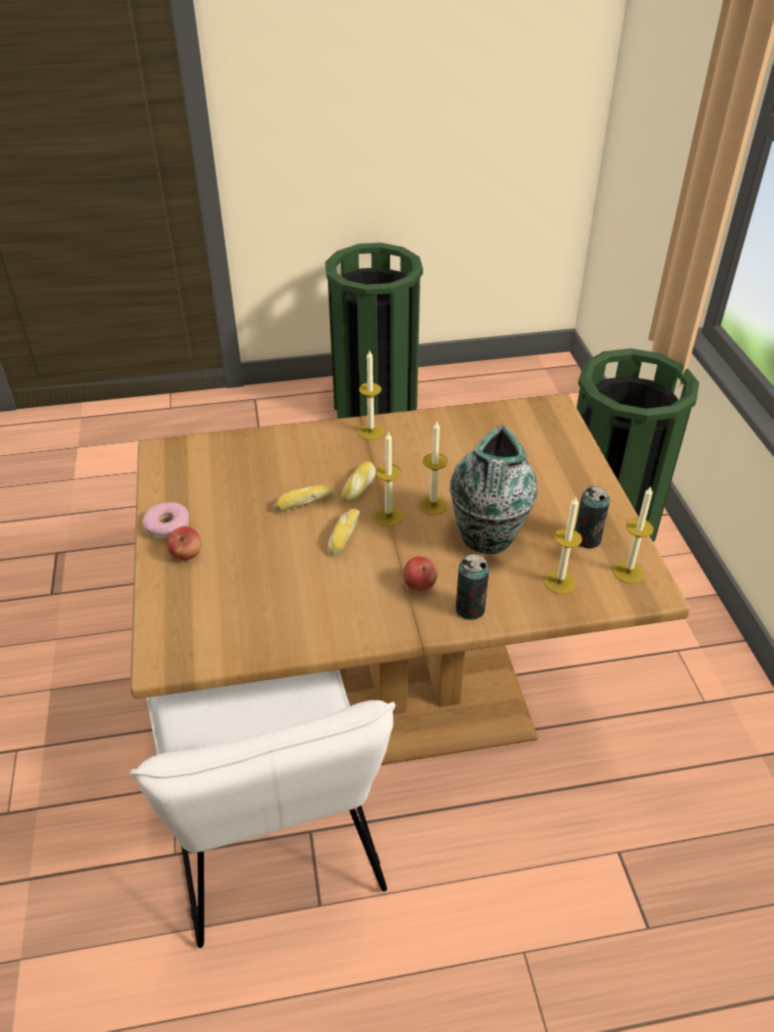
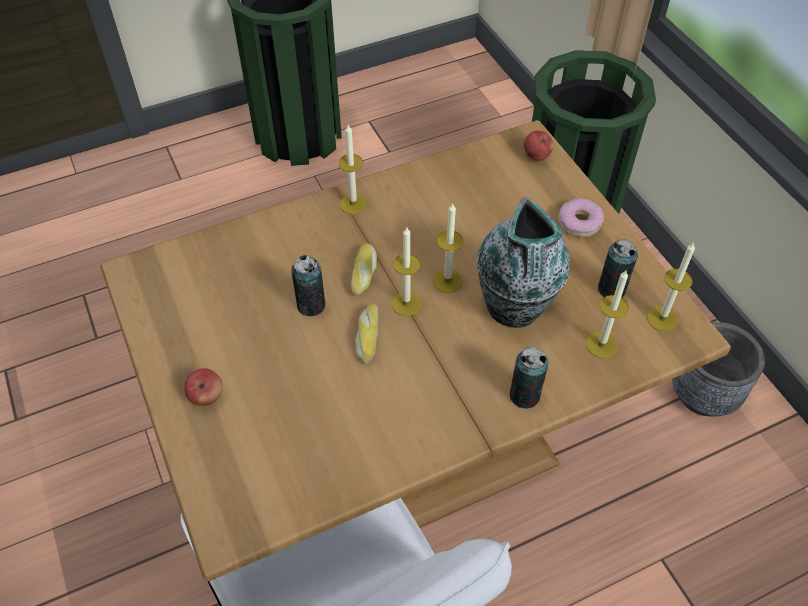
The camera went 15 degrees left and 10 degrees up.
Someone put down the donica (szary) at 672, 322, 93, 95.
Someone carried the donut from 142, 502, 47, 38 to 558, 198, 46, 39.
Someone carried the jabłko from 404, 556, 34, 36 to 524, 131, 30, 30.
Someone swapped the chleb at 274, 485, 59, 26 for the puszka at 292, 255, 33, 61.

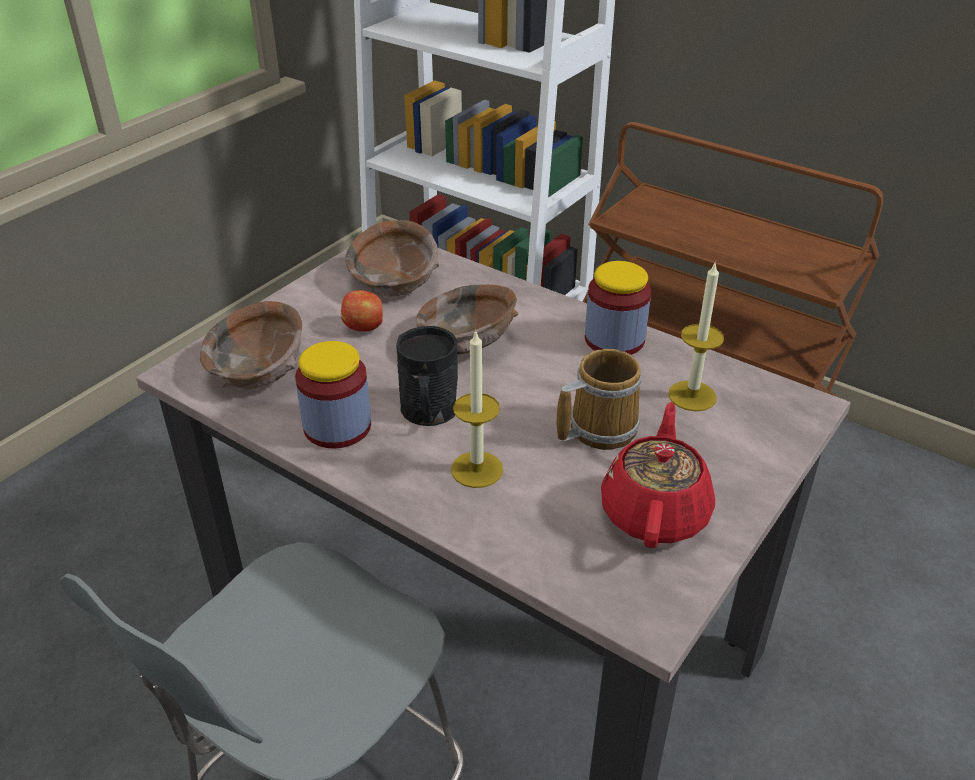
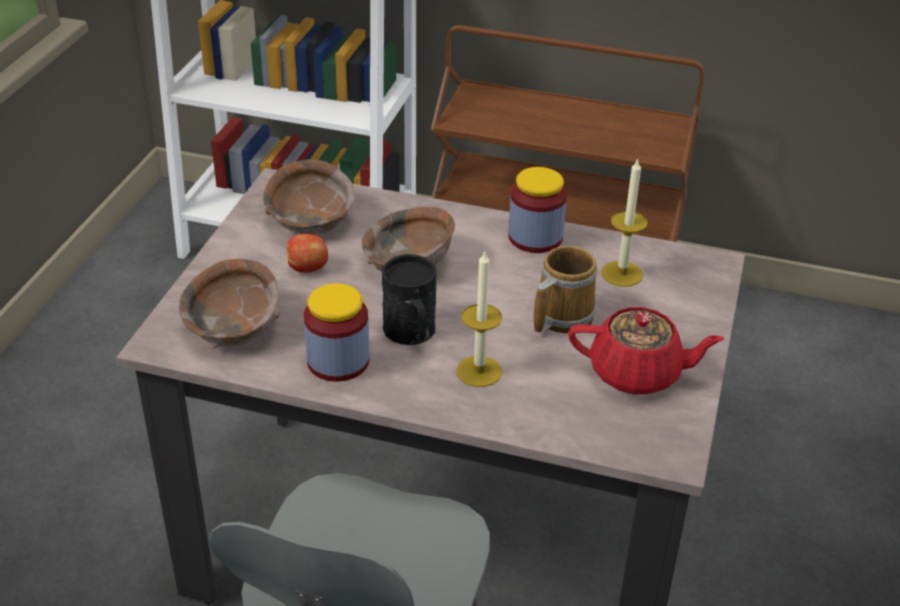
The camera went 20 degrees left and 0 degrees up.
Someone rotated the imbryk (czerwony) at 601, 402, 114, 146 by 105 degrees clockwise.

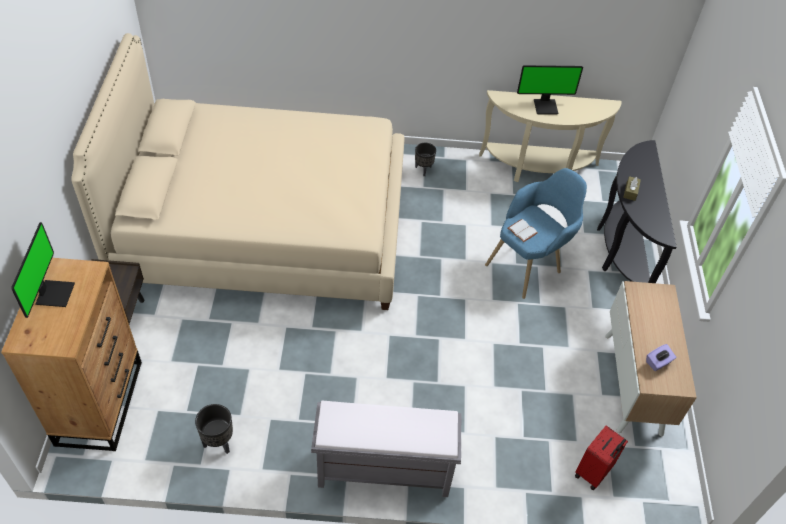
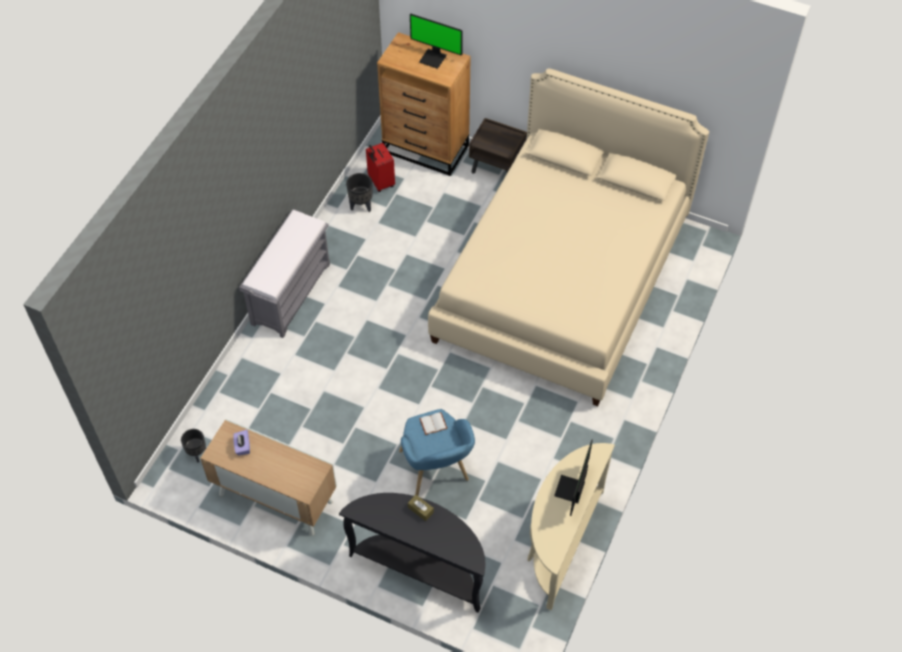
The camera went 115 degrees right and 5 degrees up.
Someone carried the donica (czarny) from 415, 142, 21, 34 to 181, 429, 25, 34.
Someone carried the walizka (czerwony) from 575, 426, 53, 65 to 366, 143, 29, 49.

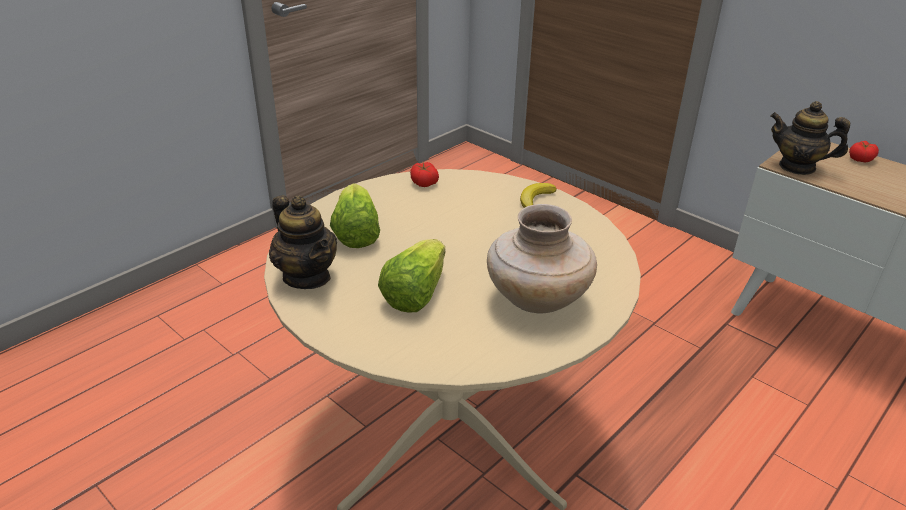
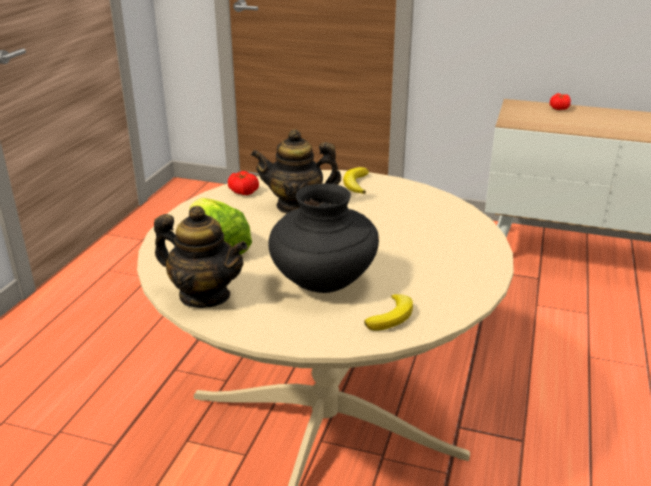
The camera went 25 degrees left and 5 degrees down.
Someone took away the wazon (beżowy) at 487, 204, 110, 109.
Someone put down the banan at 364, 294, 49, 37.
Someone carried the imbryk from 770, 101, 80, 74 to 251, 129, 90, 84.
Someone swapped the sałata at 378, 239, 67, 74 for the wazon (czarny) at 269, 183, 110, 110.

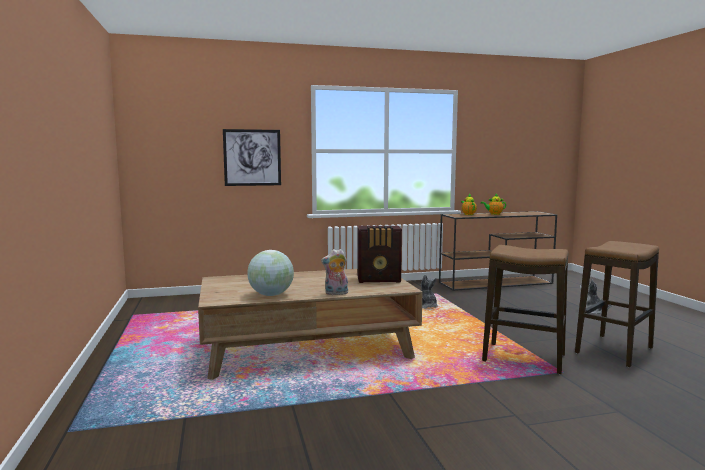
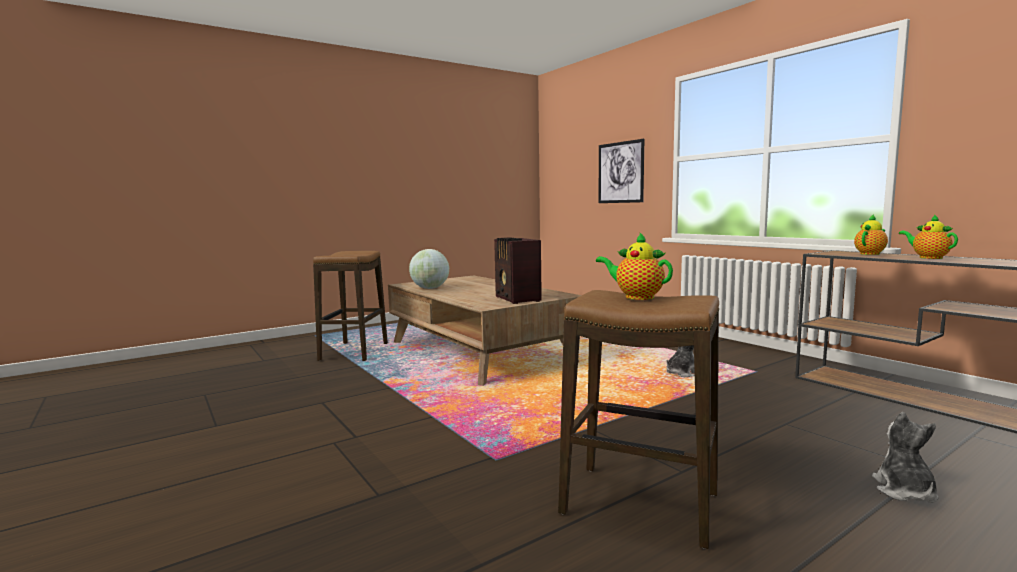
The camera went 70 degrees right and 0 degrees up.
Someone took away the pluszak at 321, 249, 27, 46.
Someone put down the imbryk at 596, 232, 77, 68.
Someone carried the stołek from 482, 245, 87, 129 to 313, 251, 75, 110.

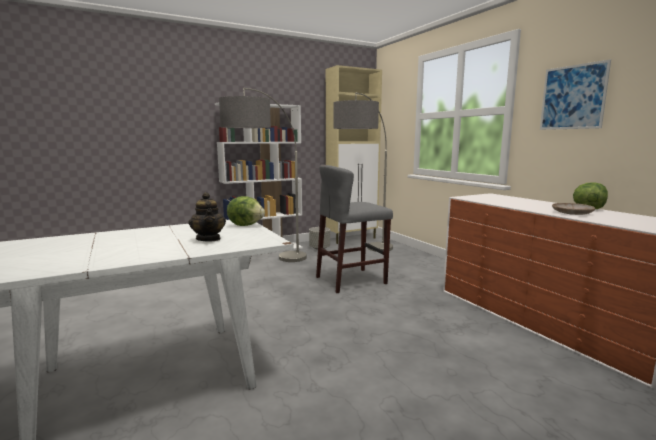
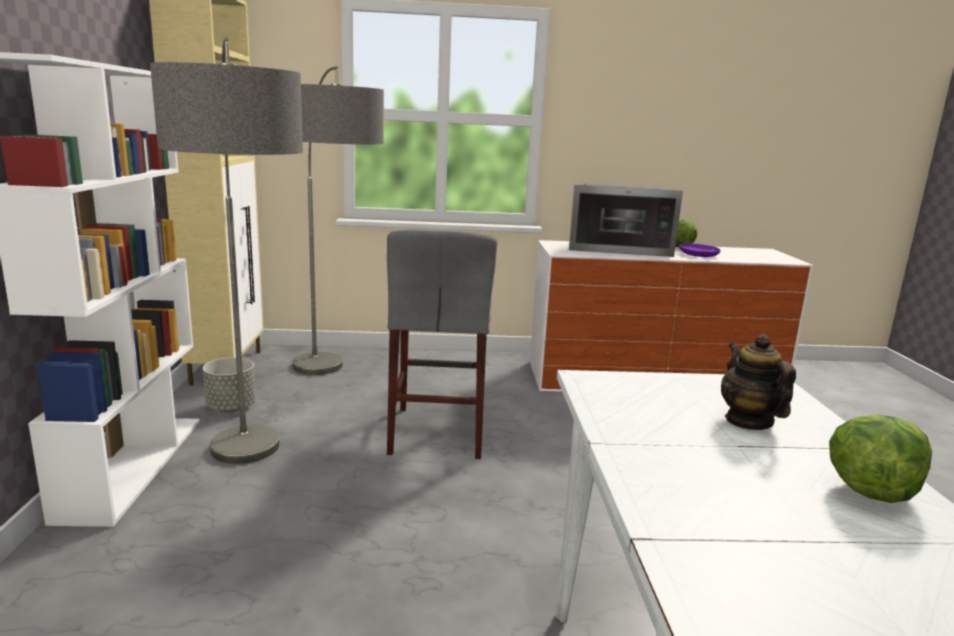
The camera went 65 degrees left and 5 degrees up.
Someone took away the obraz at 540, 59, 71, 71.
Someone put down the mikrofalówka at 569, 183, 114, 74.
Someone carried the sałata from 227, 196, 38, 30 to 829, 414, 103, 89.
Someone repainted the talerz (beżowy) at 552, 203, 43, 12, which became the talerz (fioletowy) at 679, 243, 42, 14.
Someone rotated the imbryk at 189, 192, 37, 50 by 105 degrees counterclockwise.

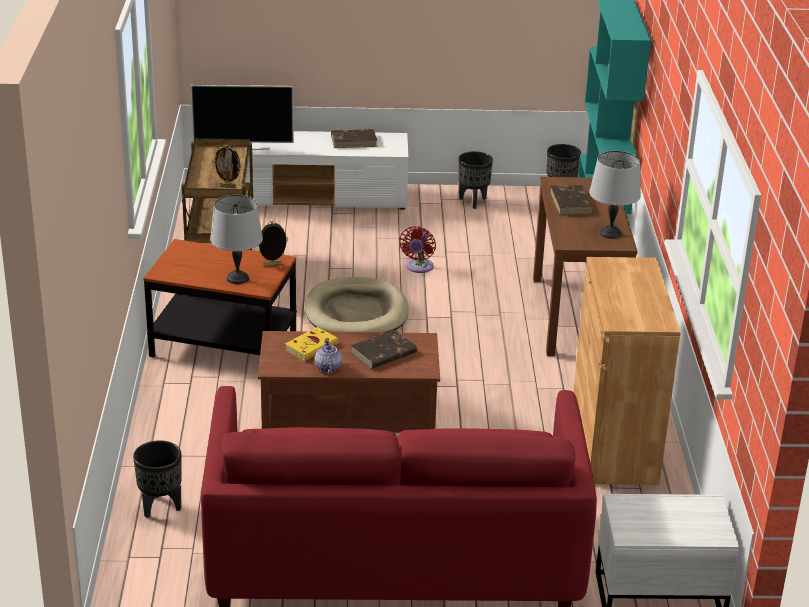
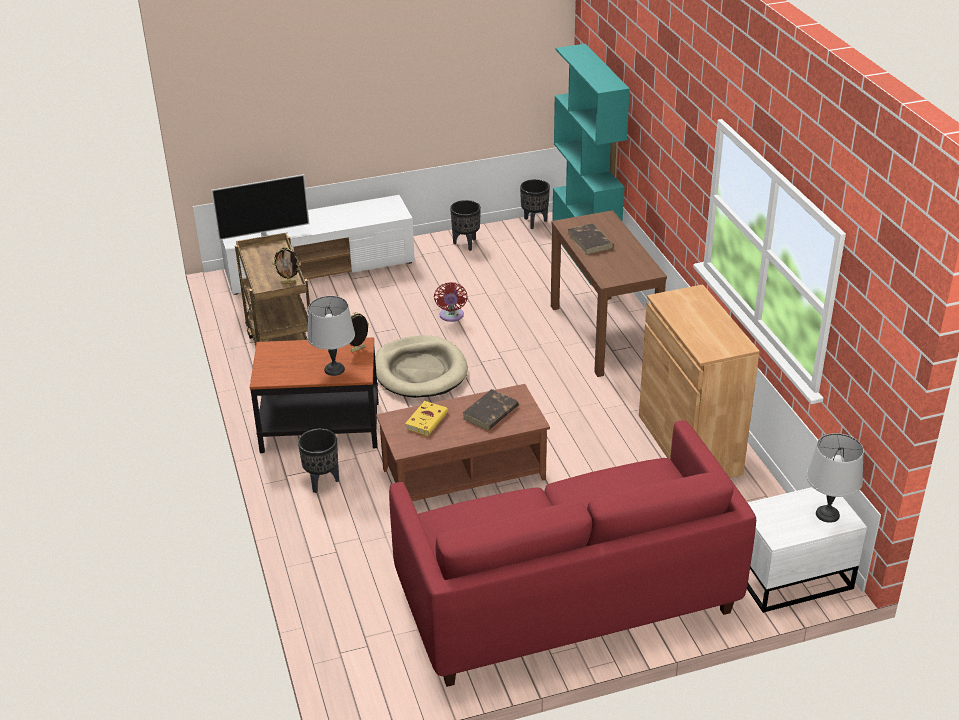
The camera went 15 degrees left and 5 degrees up.
Someone took away the imbryk at 315, 339, 27, 34.
Someone took away the książka (brązowy) at 331, 129, 46, 19.
Someone carried the donica (czarny) from 133, 440, 48, 78 to 298, 429, 41, 64.
Someone carried the lampa stołowa (szary) from 589, 151, 52, 88 to 806, 433, 58, 90.

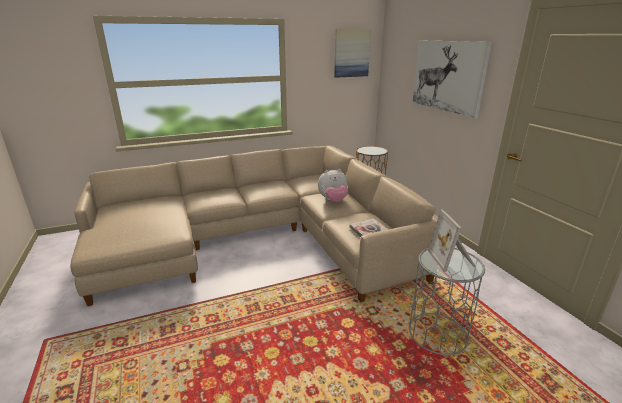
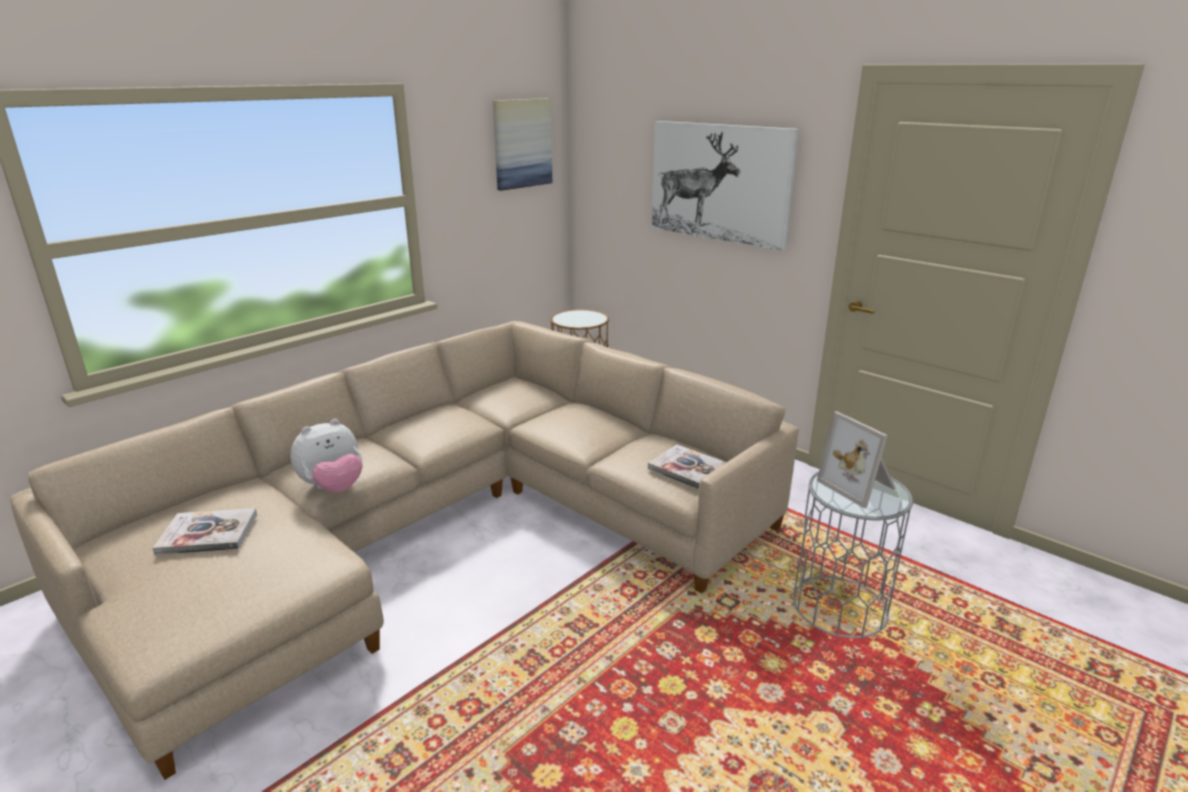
The camera went 25 degrees left and 0 degrees up.
Someone put down the książka at 153, 508, 104, 47.
Someone carried the pluszak from 318, 169, 30, 33 to 290, 419, 72, 74.

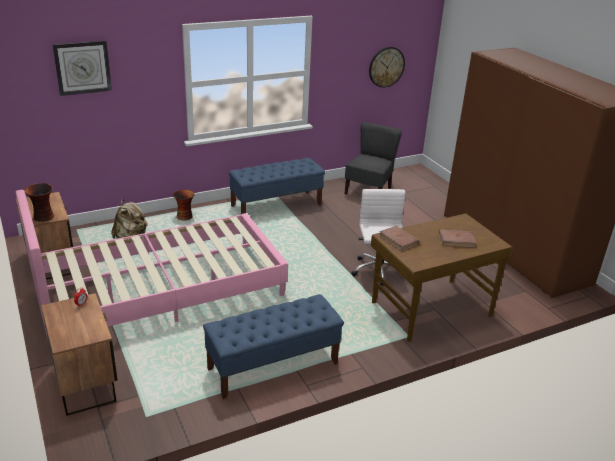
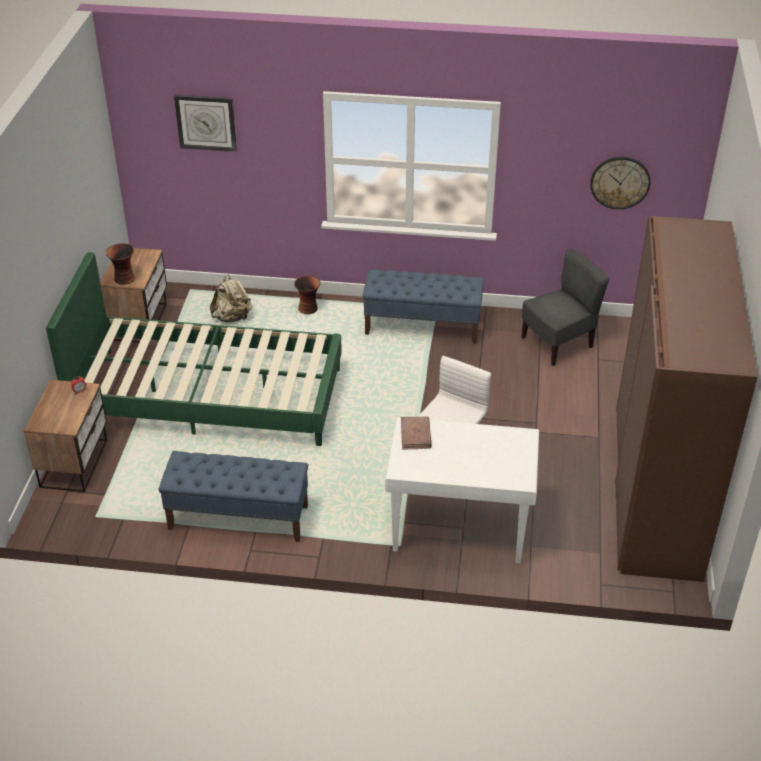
The camera went 35 degrees right and 10 degrees up.
Someone took away the książka (brązowy) at 439, 229, 37, 19.
Someone repainted the łóżko (różowy) at 16, 190, 272, 149, which became the łóżko (zielony) at 46, 252, 296, 194.
Someone repainted the biurko (brązowy) at 371, 214, 142, 128, which became the biurko (biały) at 385, 417, 154, 146.

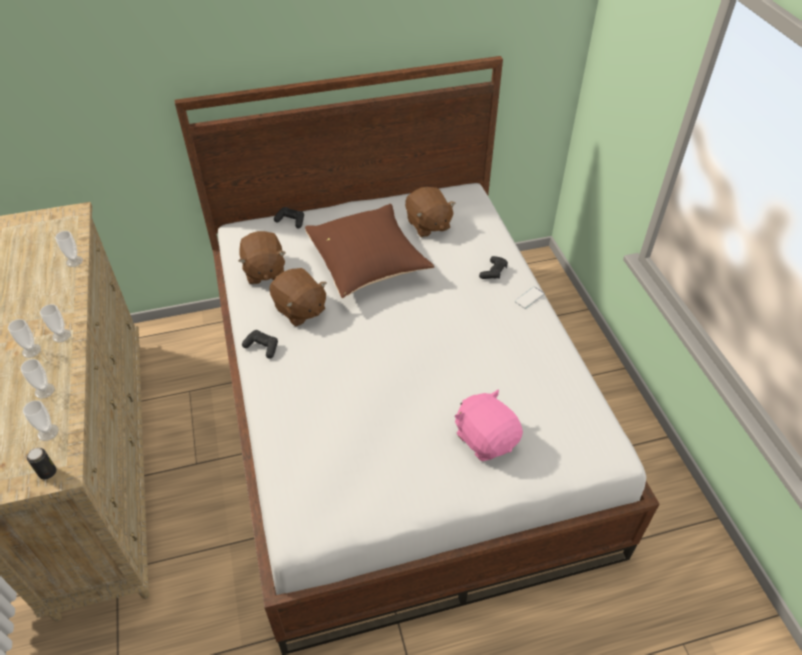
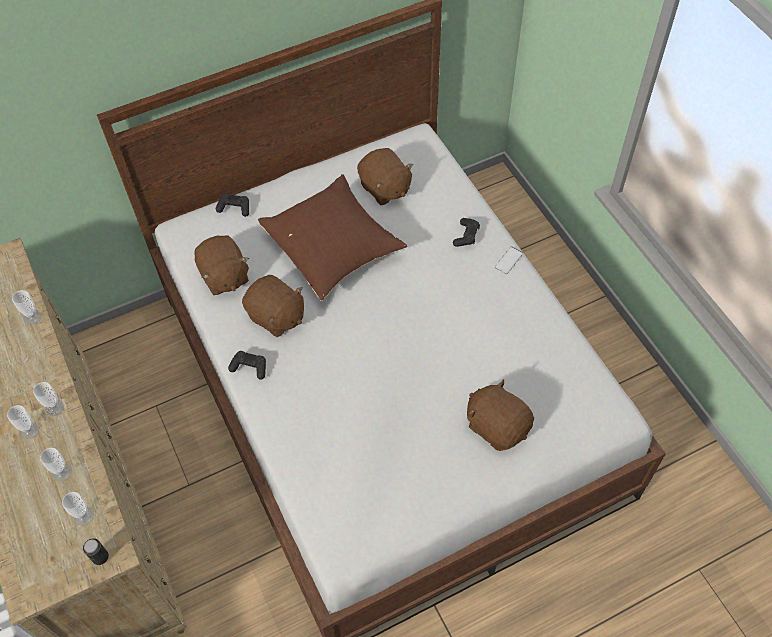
The camera went 10 degrees left and 10 degrees up.
Someone repainted the pluszak (różowy) at 454, 389, 69, 72, which became the pluszak (brązowy) at 467, 379, 67, 72.

